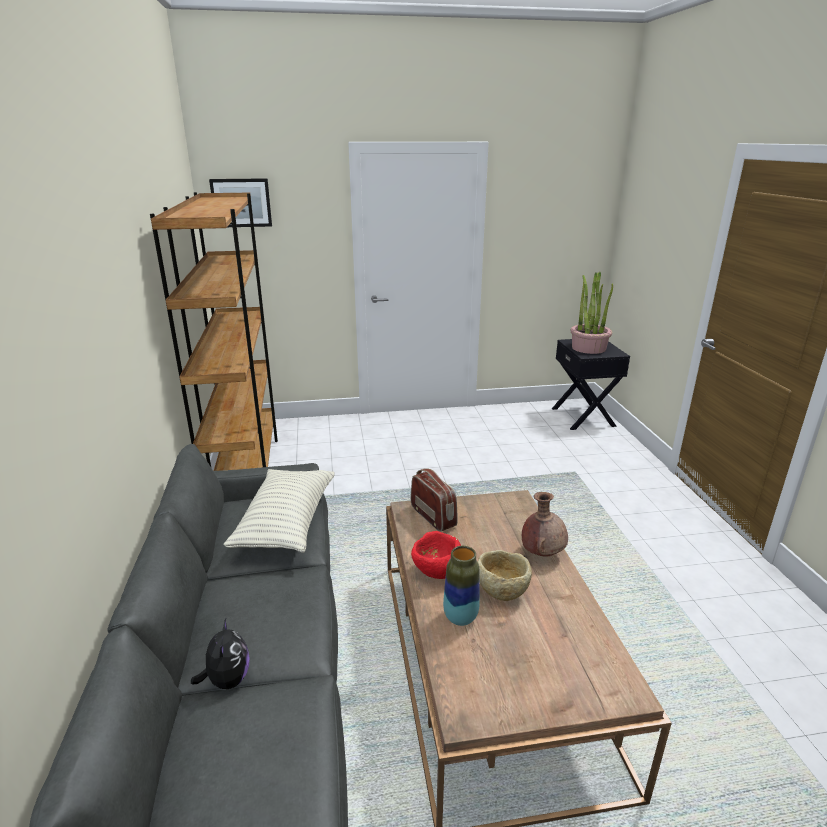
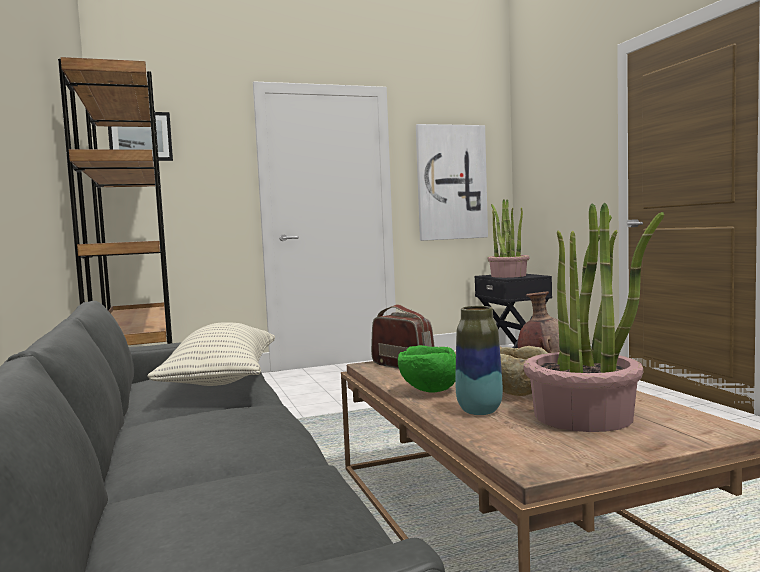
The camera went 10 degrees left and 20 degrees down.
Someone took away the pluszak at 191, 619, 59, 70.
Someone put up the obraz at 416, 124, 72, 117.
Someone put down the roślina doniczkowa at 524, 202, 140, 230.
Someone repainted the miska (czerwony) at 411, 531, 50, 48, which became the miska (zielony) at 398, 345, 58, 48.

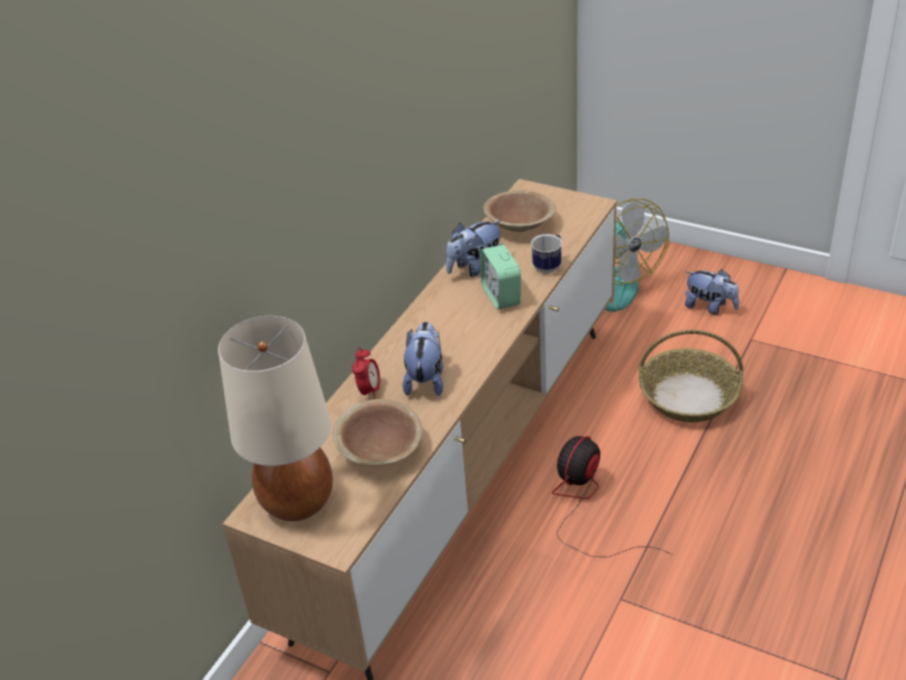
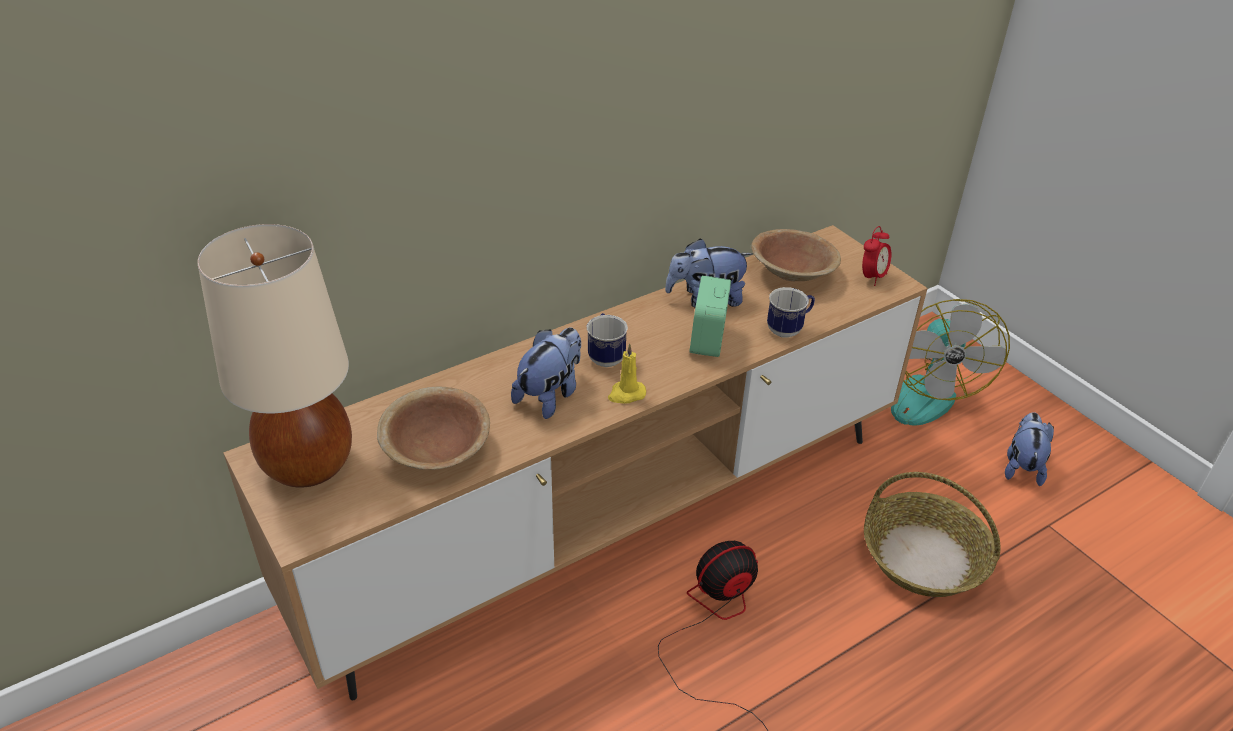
The camera went 25 degrees right and 0 degrees up.
Someone put down the kubek at 587, 313, 41, 54.
Someone put down the świeca (żółty) at 608, 343, 38, 61.
Someone carried the budzik from 352, 348, 28, 51 to 862, 226, 29, 60.
Someone rotated the pluszak at 685, 269, 54, 46 by 135 degrees counterclockwise.

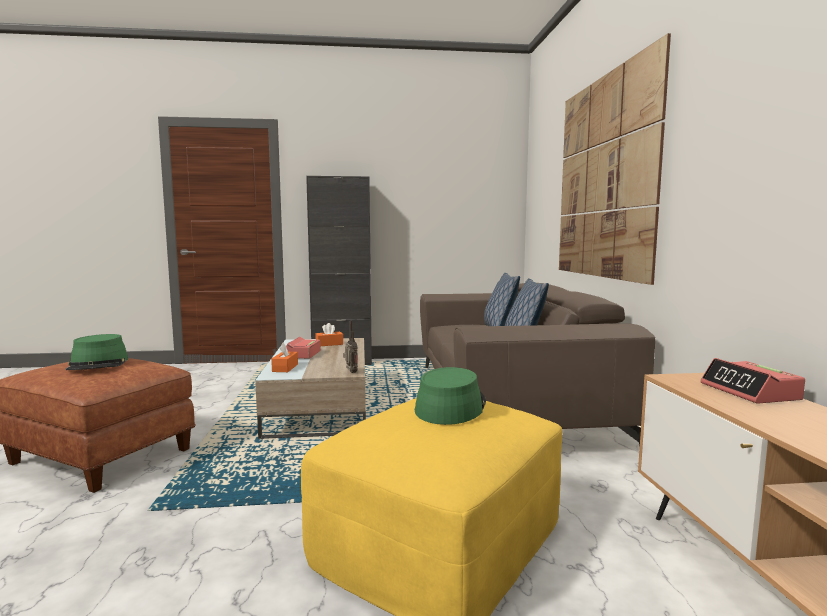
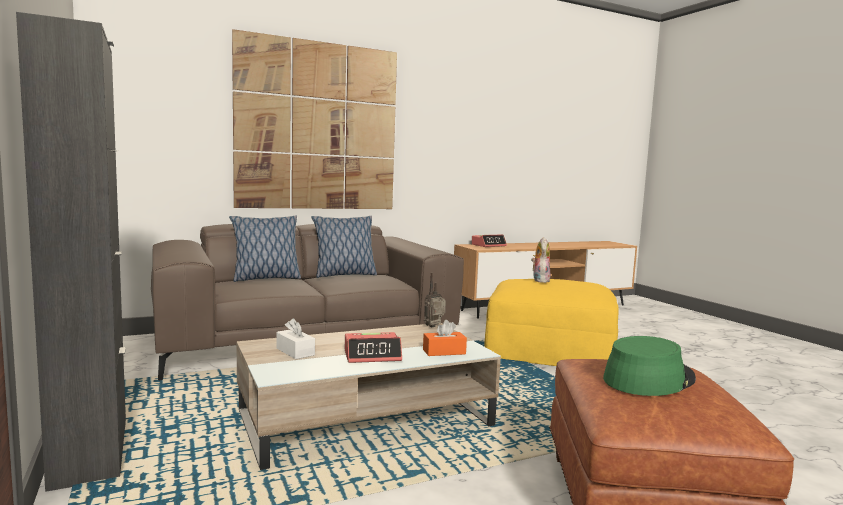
The camera went 110 degrees left and 0 degrees up.
Someone swapped the kapelusz (zielony) at 415, 367, 71, 58 for the pluszak at 531, 237, 20, 46.
Someone repainted the pudełko chusteczek (pomarańczowy) at 316, 323, 27, 23, which became the pudełko chusteczek (biały) at 277, 318, 38, 41.

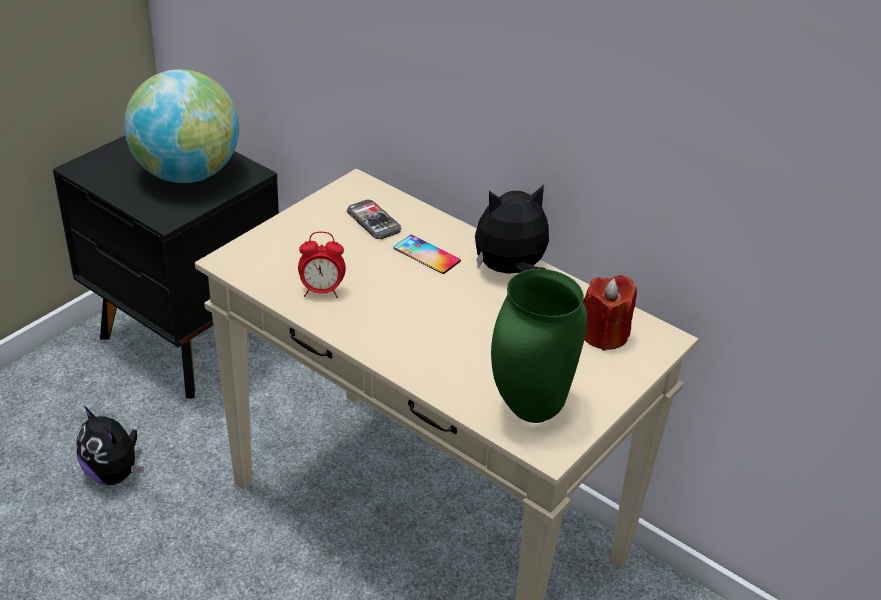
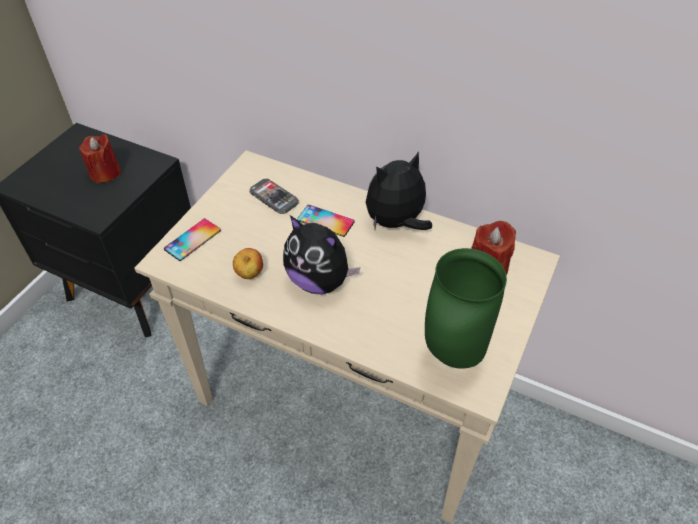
The camera went 10 degrees left and 10 degrees up.
Someone put down the telefon at 164, 219, 57, 42.
Someone carried the pluszak from 77, 406, 67, 79 to 283, 216, 78, 78.
Someone swapped the globus at 124, 69, 115, 114 for the świeca (czerwony) at 79, 134, 42, 50.
Someone swapped the budzik at 298, 231, 48, 67 for the jabłko at 233, 248, 30, 31.

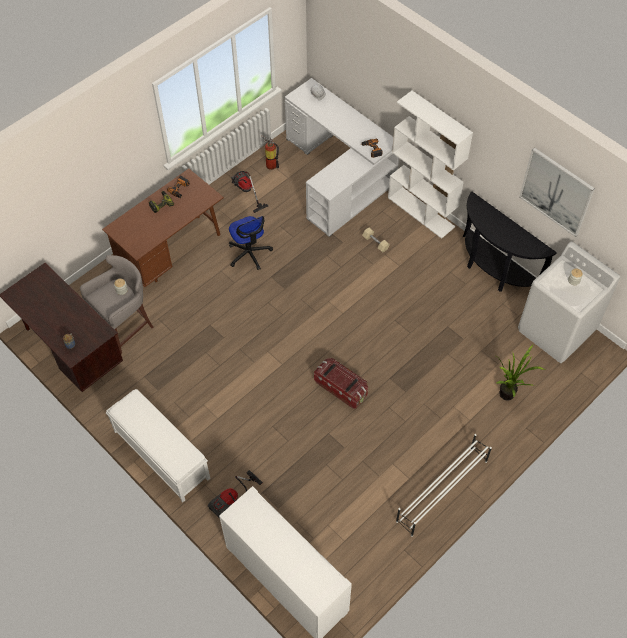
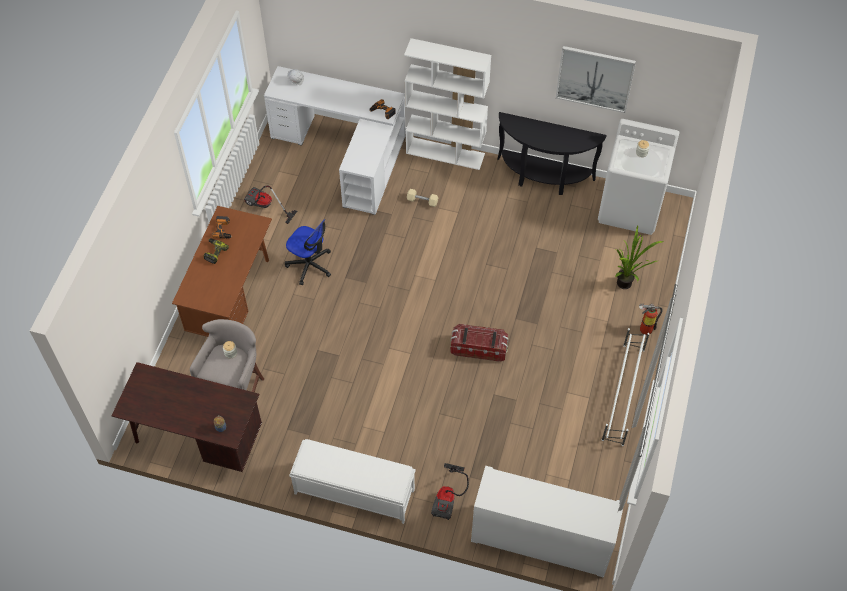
The camera went 30 degrees left and 0 degrees up.
Someone carried the gaśnica from 261, 135, 18, 35 to 639, 303, 24, 32.

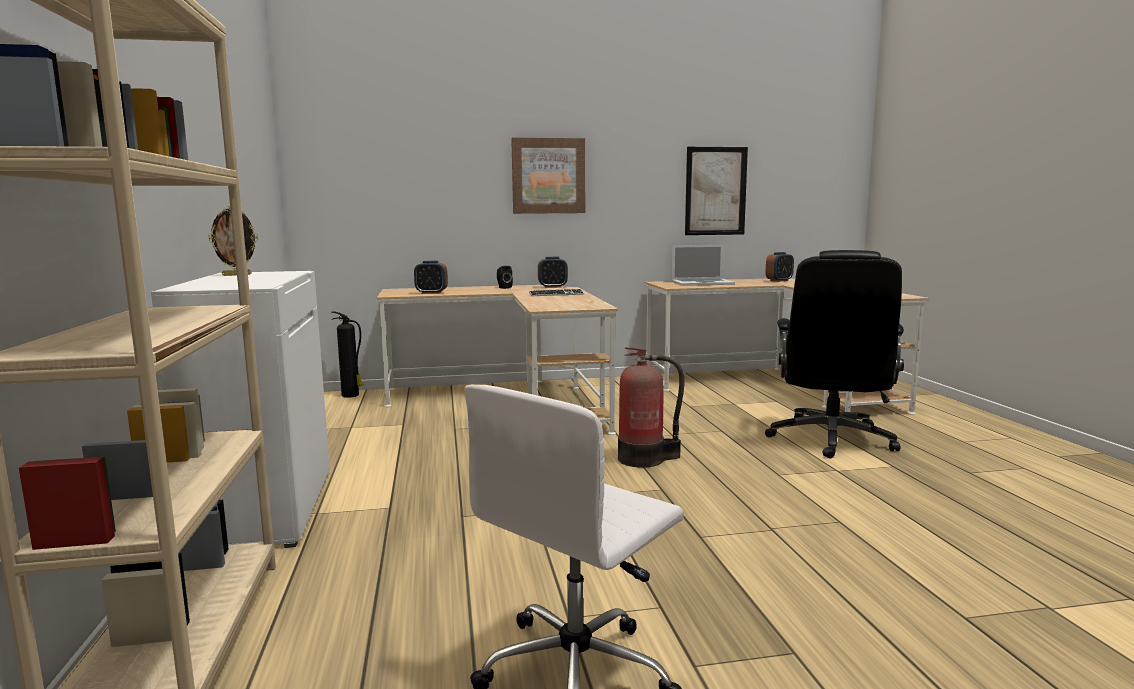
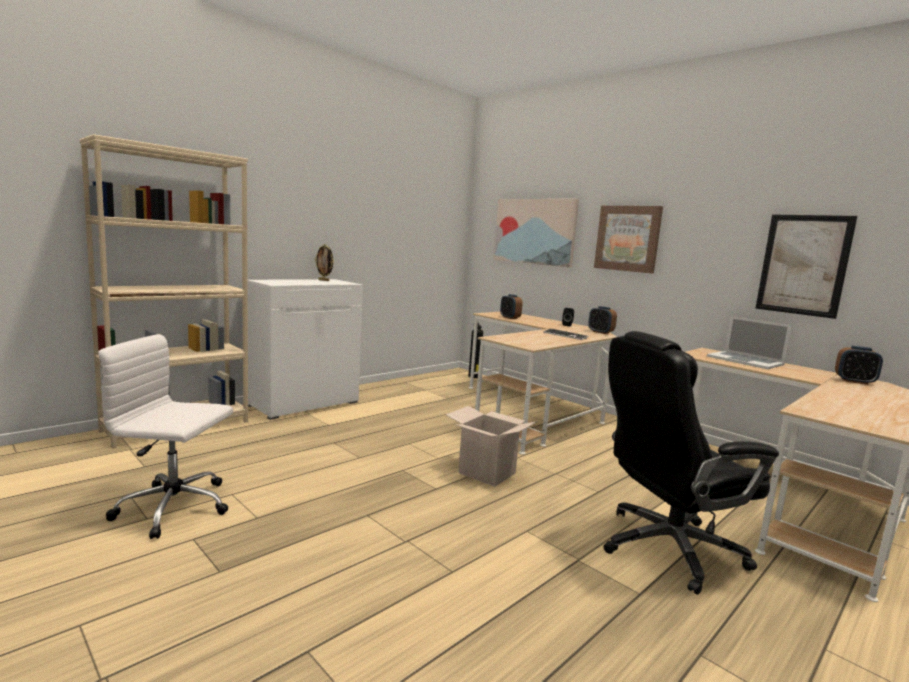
The camera went 55 degrees right and 0 degrees up.
Someone put up the obraz at 493, 199, 86, 69.
Someone swapped the gaśnica at 618, 347, 66, 121 for the karton at 446, 406, 92, 81.

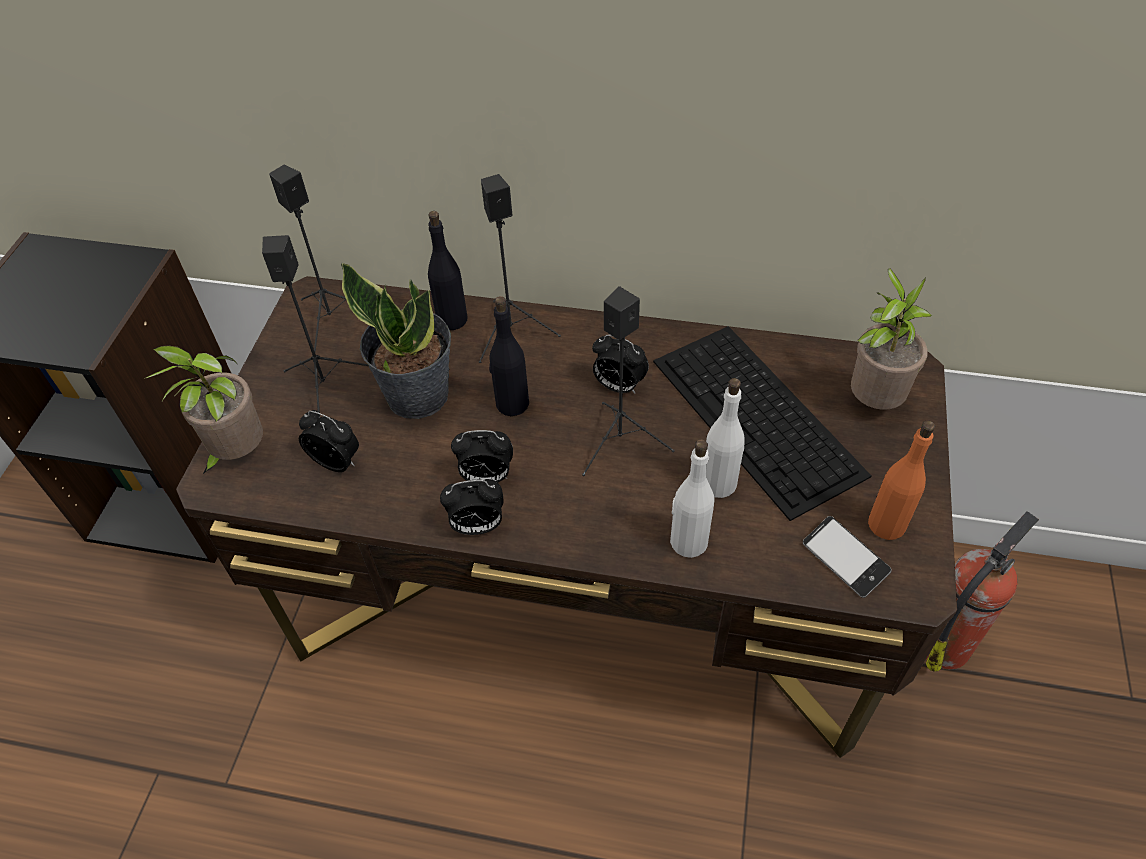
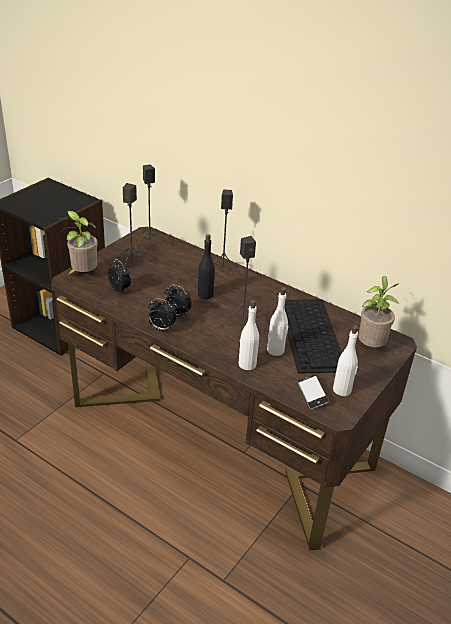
The camera went 20 degrees right and 15 degrees down.
Someone took away the roślina doniczkowa at 341, 262, 110, 157.
Someone took away the butelka (czarny) at 428, 211, 40, 119.
Someone took away the budzik at 592, 334, 57, 60.
Someone took away the gaśnica at 926, 511, 113, 161.
Someone repainted the butelka (pomarańczowy) at 868, 420, 67, 120, which became the butelka (biały) at 333, 325, 25, 71.

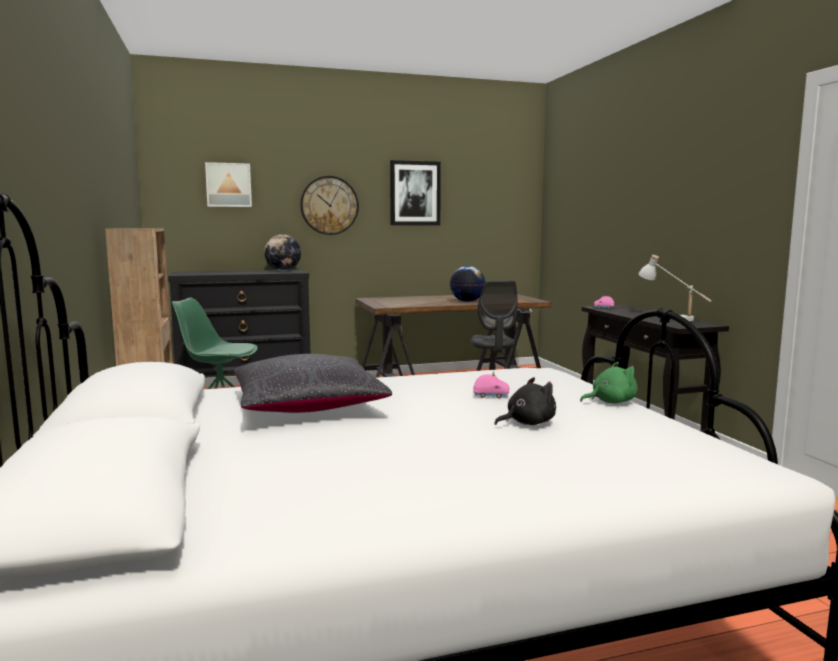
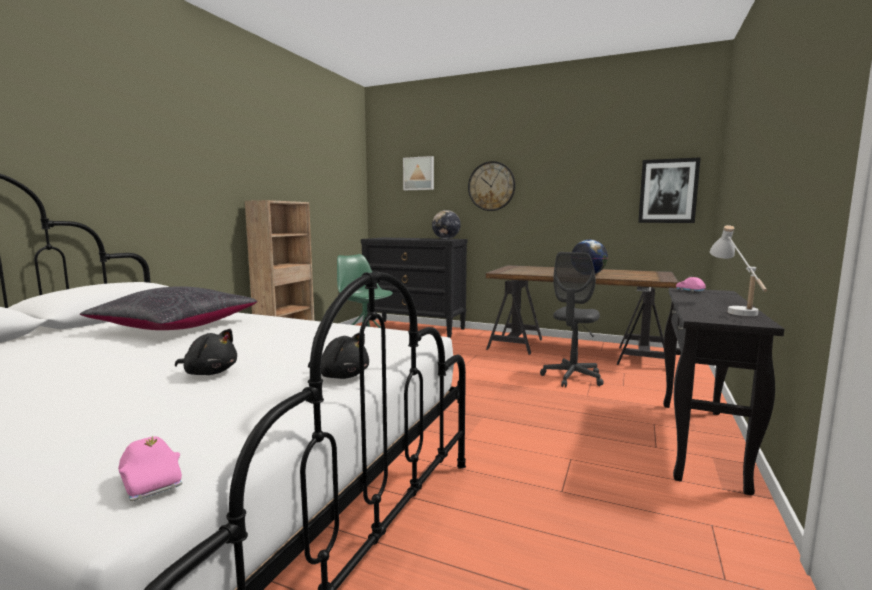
The camera went 40 degrees right and 0 degrees up.
Someone carried the obraz from 390, 160, 51, 65 to 638, 157, 63, 66.
Someone carried the samochodzik (różowy) from 473, 371, 36, 27 to 118, 436, 64, 66.
Someone repainted the pluszak (zielony) at 580, 362, 57, 42, which became the pluszak (czarny) at 308, 333, 61, 46.

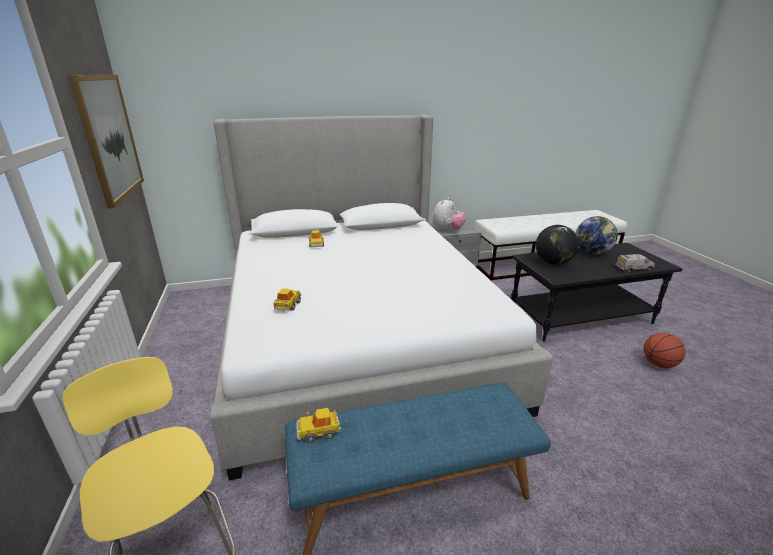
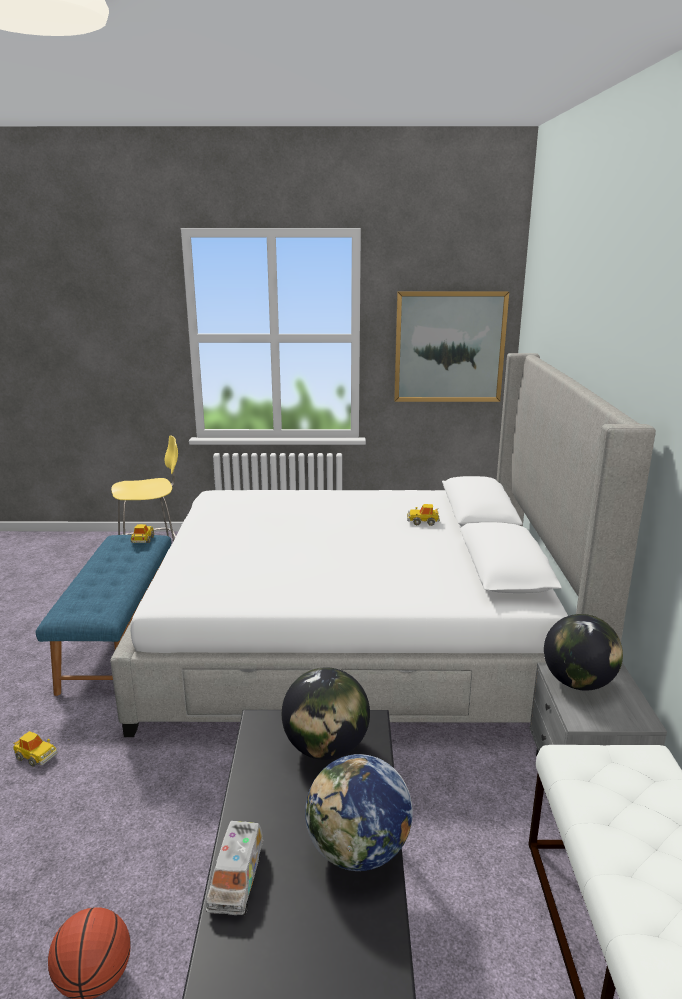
The camera went 105 degrees right and 5 degrees down.
Someone carried the samochodzik from 274, 289, 27, 22 to 13, 731, 44, 36.
Someone swapped the pluszak at 432, 198, 34, 33 for the globus at 544, 614, 79, 77.

